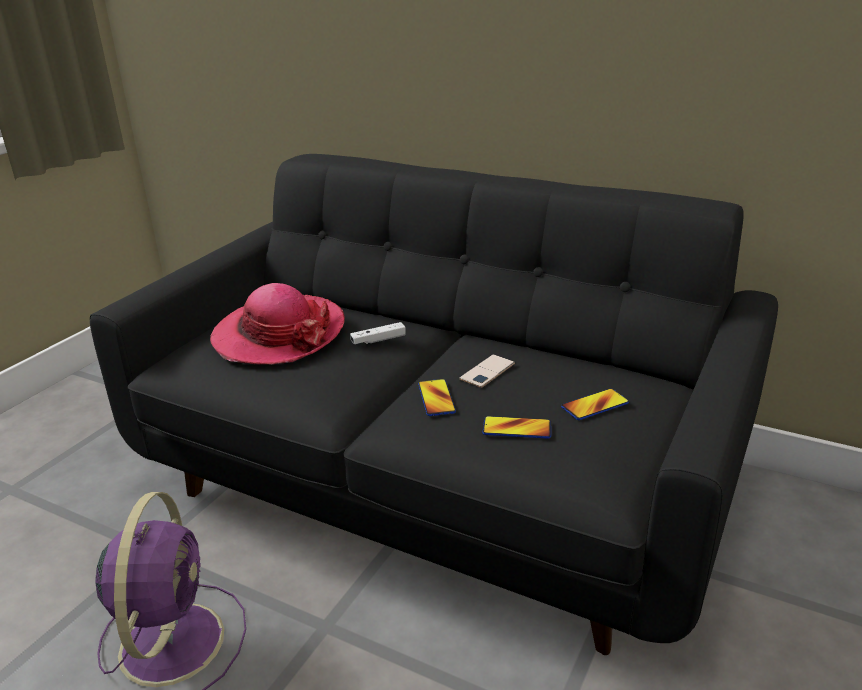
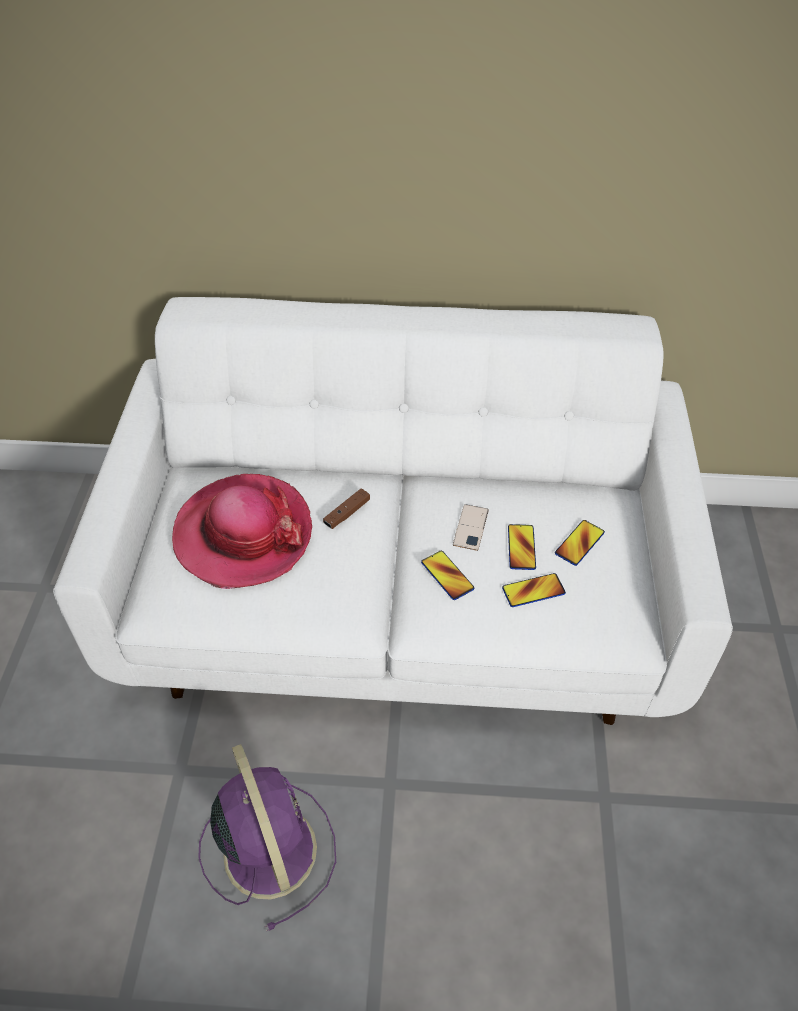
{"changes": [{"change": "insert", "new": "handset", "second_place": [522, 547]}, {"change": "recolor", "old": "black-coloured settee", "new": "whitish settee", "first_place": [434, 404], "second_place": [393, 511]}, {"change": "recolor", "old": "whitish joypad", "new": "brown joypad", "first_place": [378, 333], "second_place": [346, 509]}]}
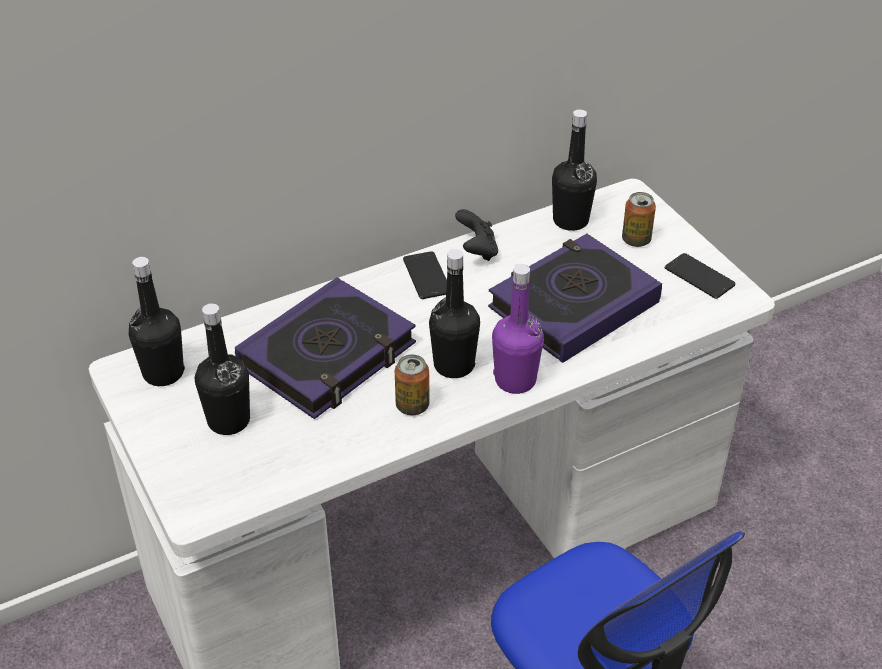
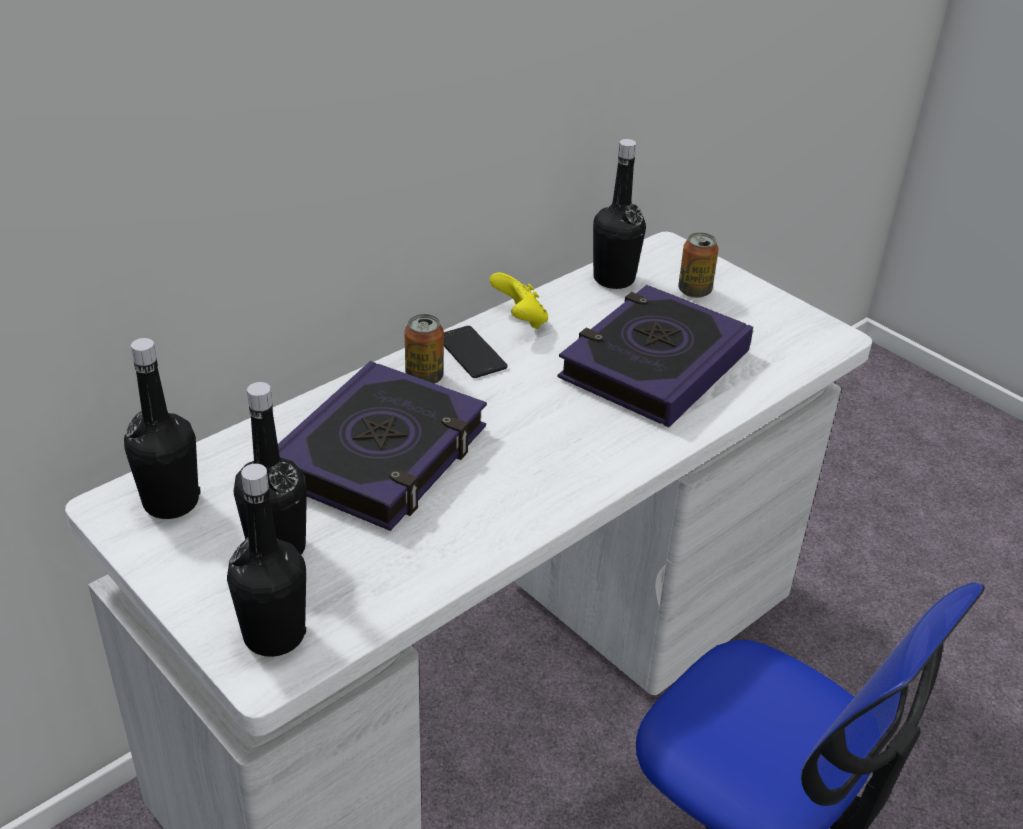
{"changes": [{"change": "delete", "old": "purple-coloured bottle", "first_place": [518, 329]}, {"change": "delete", "old": "handset", "first_place": [700, 276]}, {"change": "move", "old": "metal can", "first_place": [412, 384], "second_place": [424, 349]}, {"change": "move", "old": "black-coloured bottle", "first_place": [454, 313], "second_place": [266, 560]}, {"change": "recolor", "old": "black-coloured joypad", "new": "yellow-coloured joypad", "first_place": [476, 235], "second_place": [518, 301]}]}
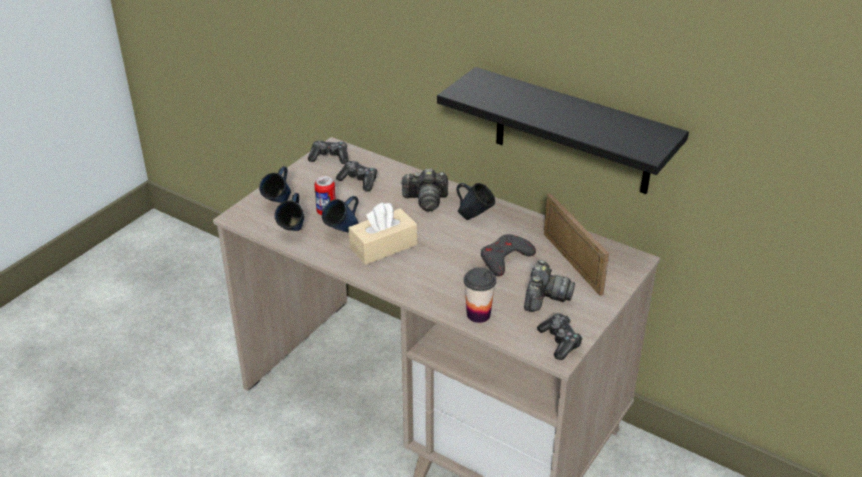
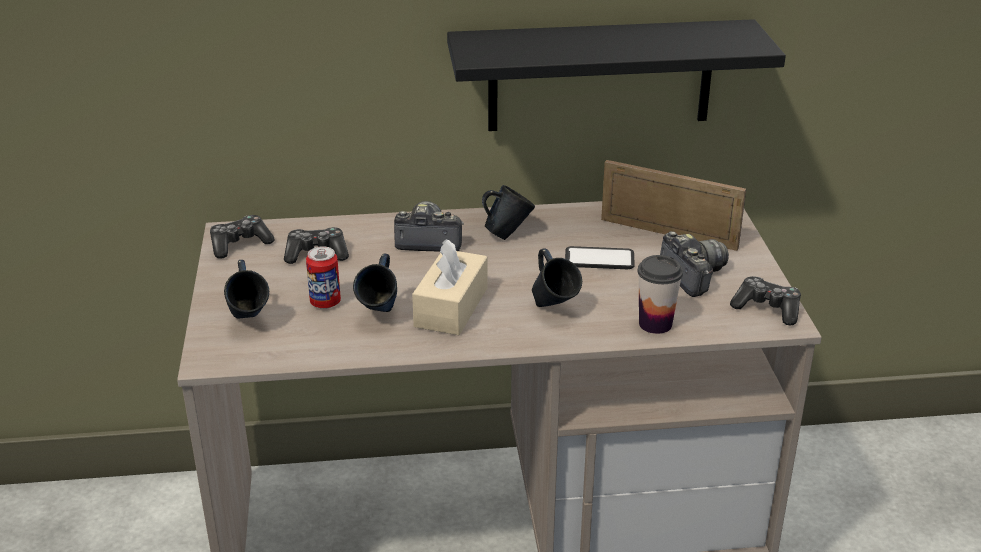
{"changes": [{"change": "move", "old": "bluish tea mug", "first_place": [289, 212], "second_place": [557, 278]}, {"change": "replace", "old": "grey joypad", "new": "handset", "first_place": [508, 255], "second_place": [600, 257]}, {"change": "rotate", "old": "photo camera", "first_place": [424, 190], "second_place": [429, 226], "degrees": -135}]}
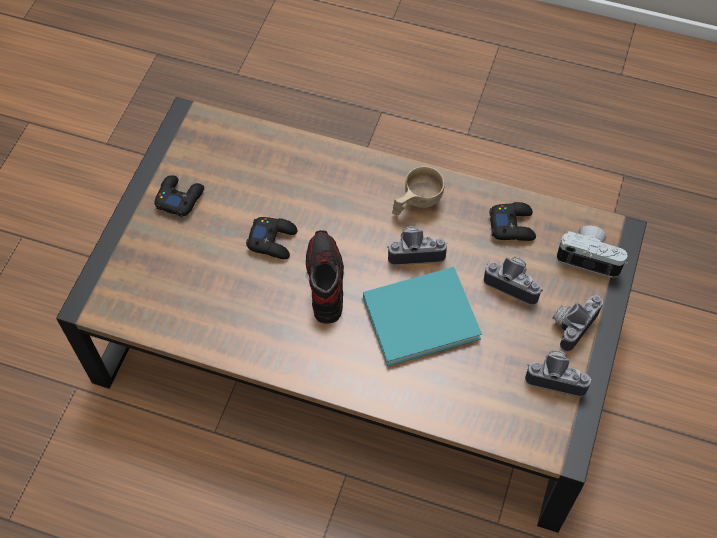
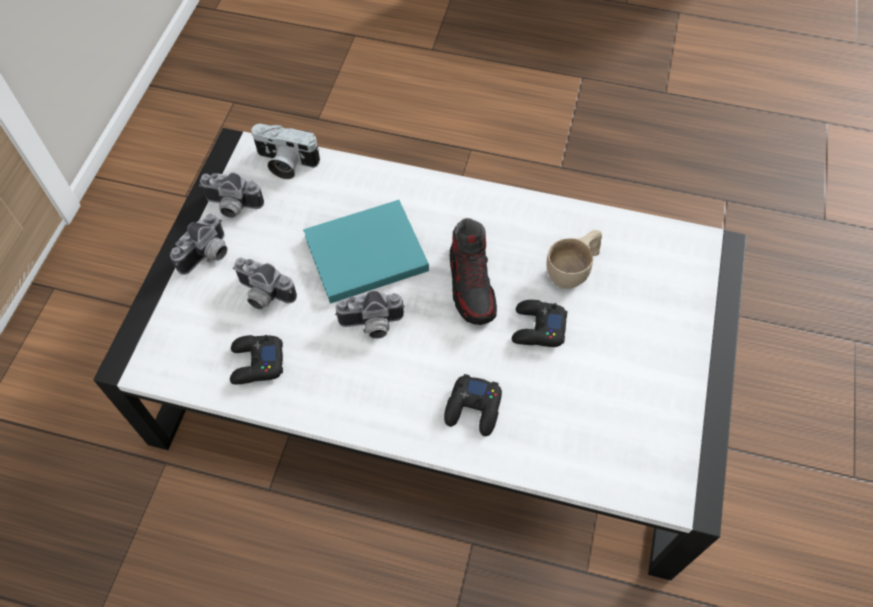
{"changes": [{"change": "move", "old": "black-coloured joypad", "first_place": [179, 196], "second_place": [473, 405]}, {"change": "move", "old": "beige-coloured cup", "first_place": [418, 190], "second_place": [574, 259]}, {"change": "move", "old": "photo camera", "first_place": [592, 251], "second_place": [285, 151]}, {"change": "recolor", "old": "brown coffee table", "new": "whitish coffee table", "first_place": [351, 315], "second_place": [419, 354]}]}
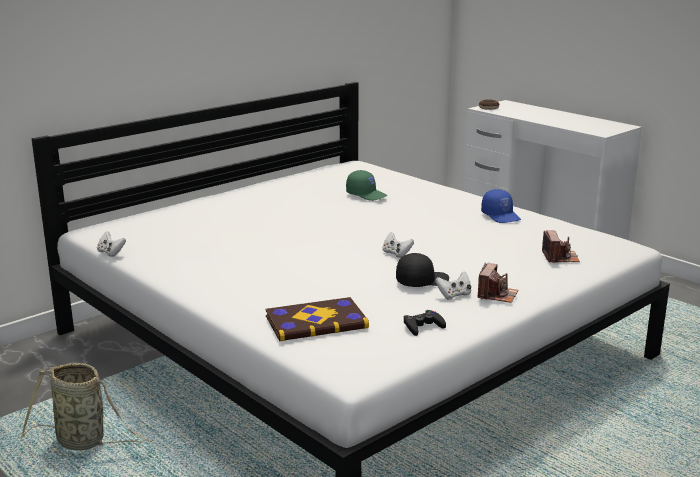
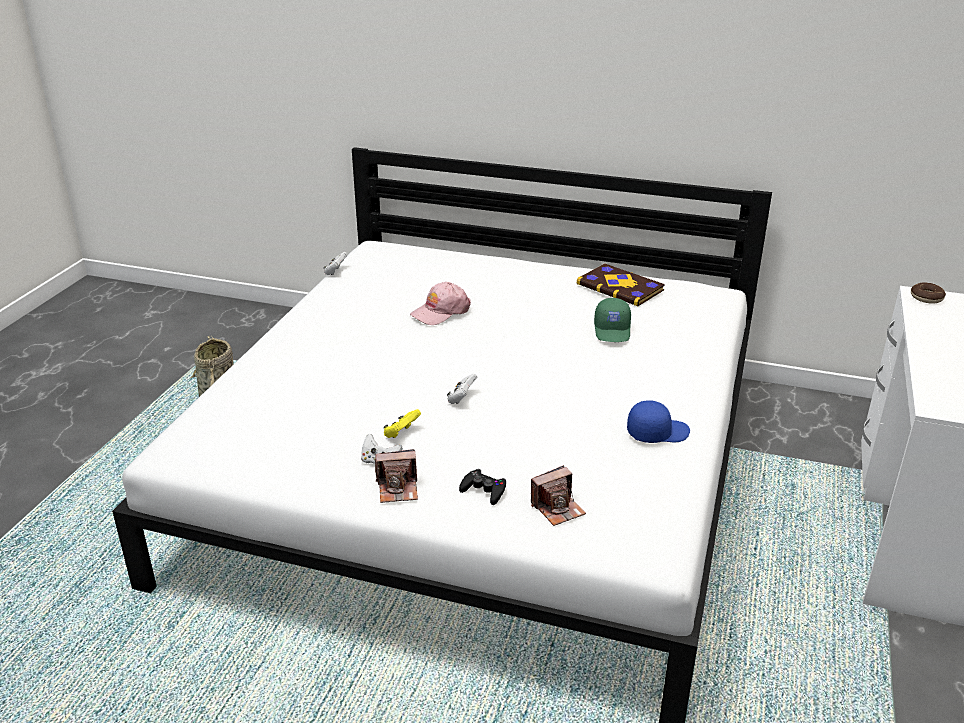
{"changes": [{"change": "insert", "new": "pinkish cap", "second_place": [440, 303]}, {"change": "move", "old": "bound book", "first_place": [317, 319], "second_place": [621, 284]}, {"change": "move", "old": "black-coloured joypad", "first_place": [425, 323], "second_place": [482, 487]}, {"change": "replace", "old": "black-coloured cap", "new": "yellow-coloured joypad", "first_place": [422, 270], "second_place": [402, 423]}, {"change": "rotate", "old": "bluish cap", "first_place": [501, 206], "second_place": [658, 421], "degrees": -135}]}
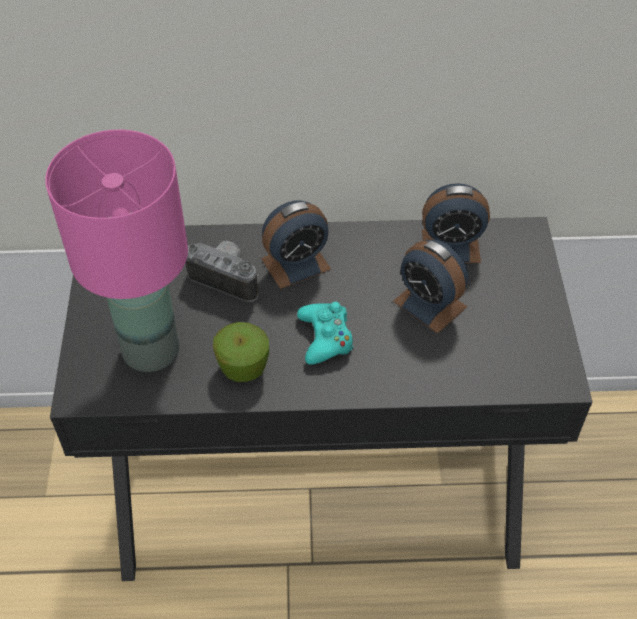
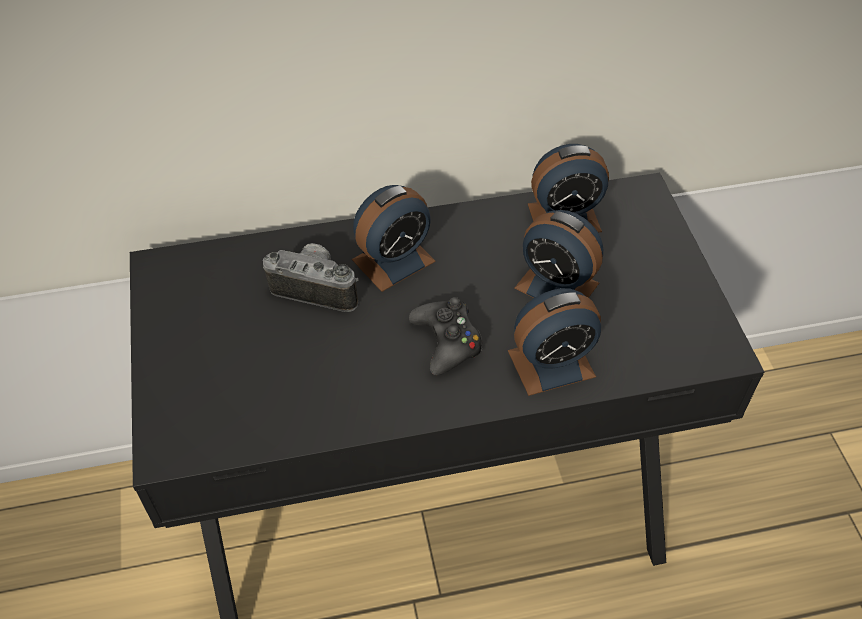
{"changes": [{"change": "delete", "old": "pinkish table lamp", "first_place": [116, 251]}, {"change": "delete", "old": "apple", "first_place": [241, 352]}, {"change": "insert", "new": "alarm clock", "second_place": [554, 342]}, {"change": "recolor", "old": "turquoise-coloured joypad", "new": "black-coloured joypad", "first_place": [325, 333], "second_place": [446, 336]}]}
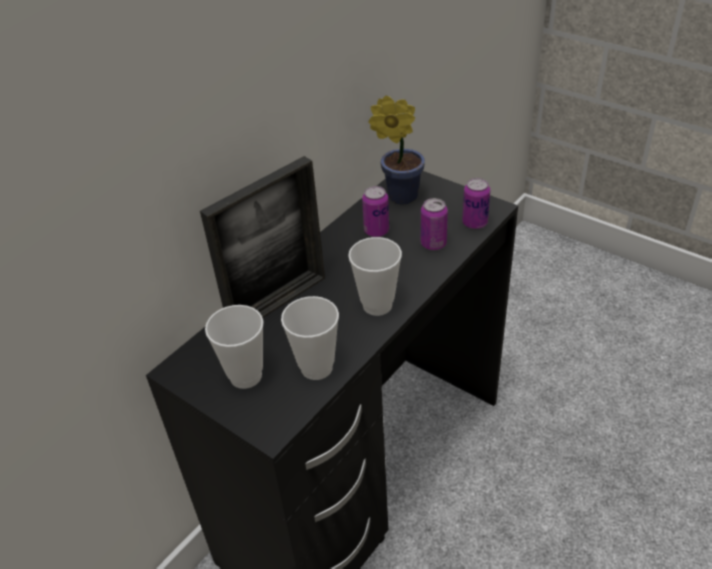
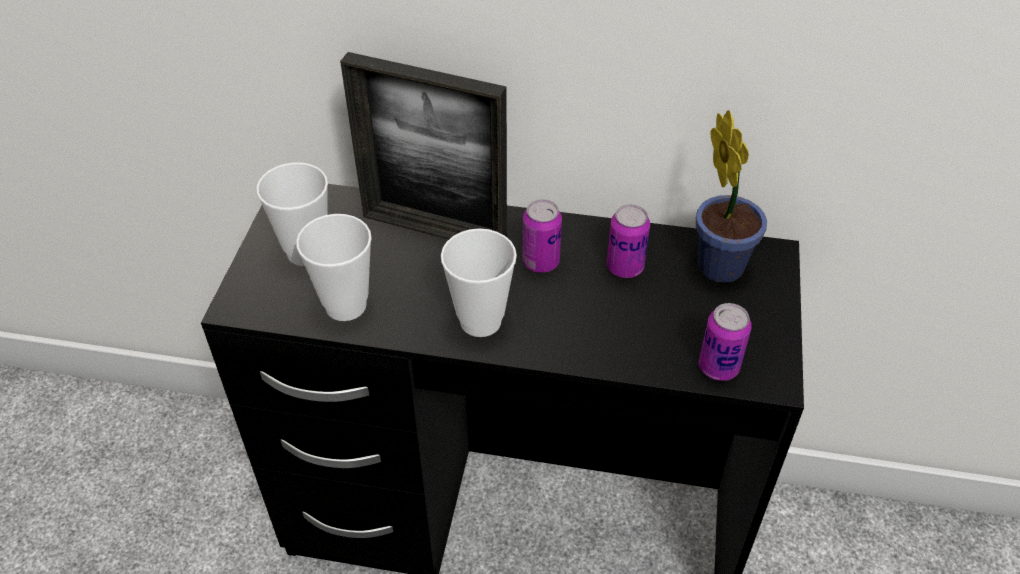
{"changes": [{"change": "move", "old": "metal can", "first_place": [434, 224], "second_place": [542, 236]}]}
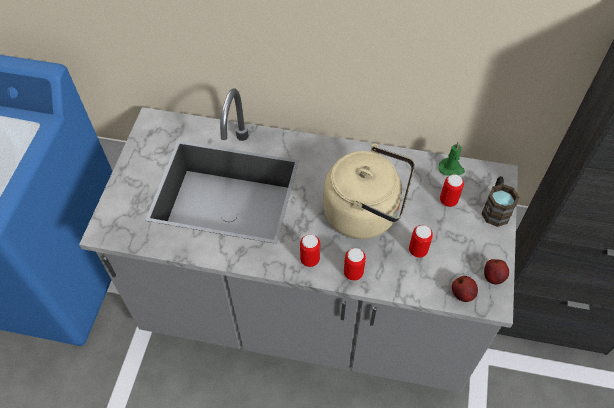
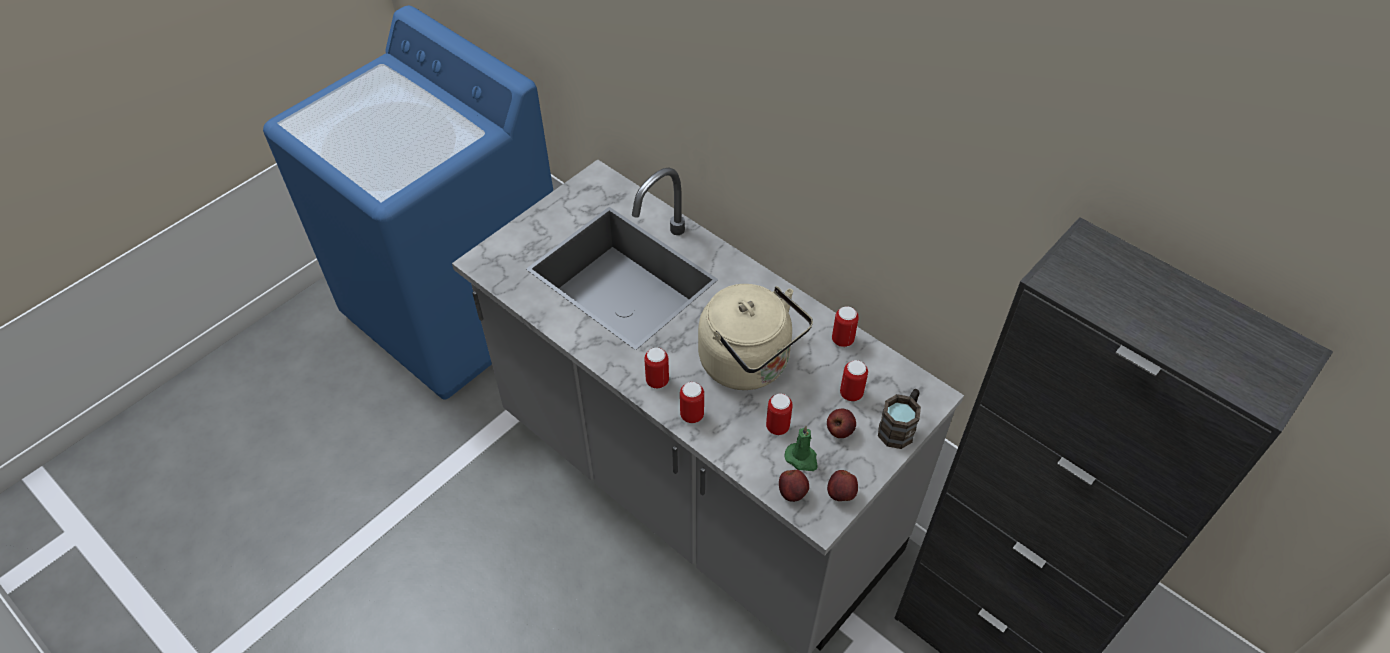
{"changes": [{"change": "insert", "new": "apple", "second_place": [841, 423]}, {"change": "insert", "new": "metal can", "second_place": [845, 326]}, {"change": "move", "old": "green wax candle", "first_place": [451, 159], "second_place": [801, 448]}]}
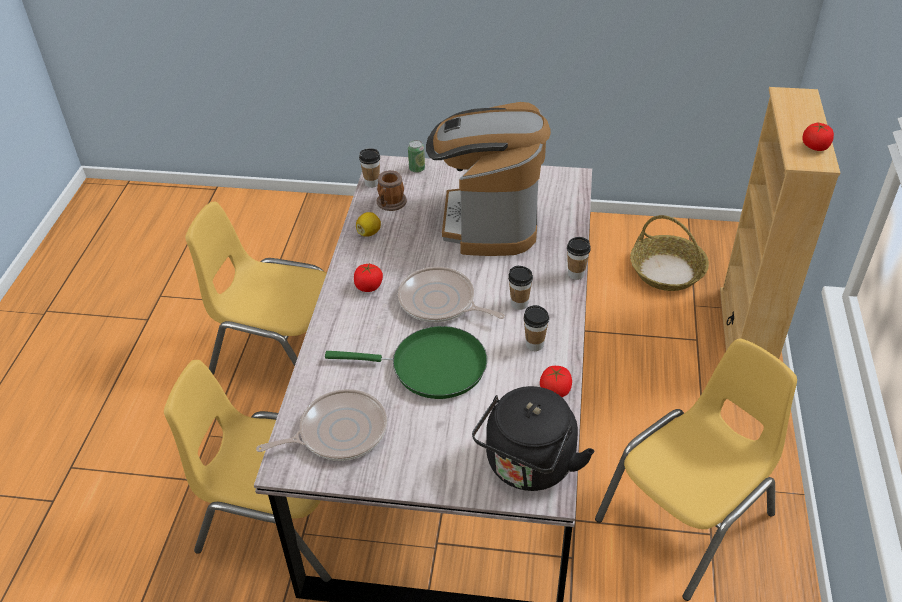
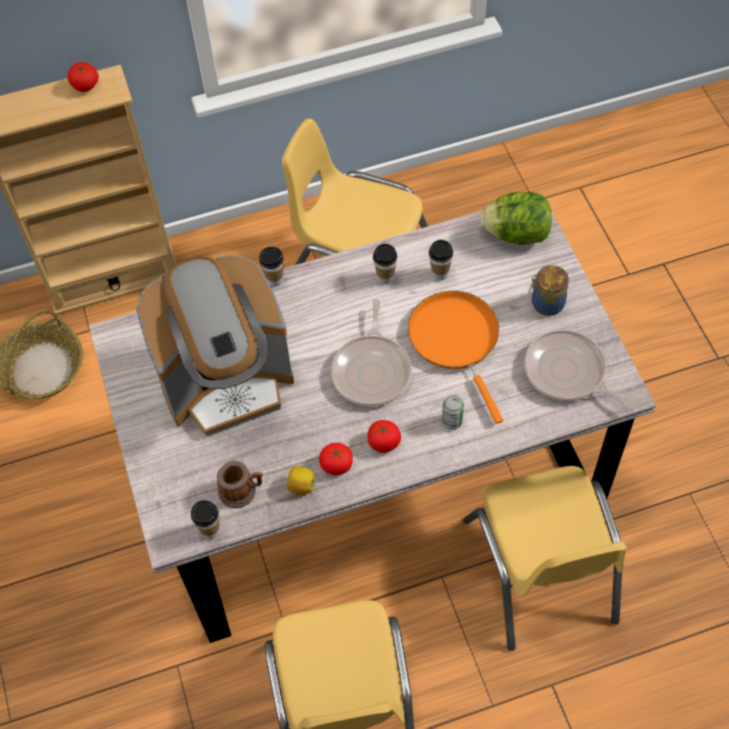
{"changes": [{"change": "insert", "new": "storage jar", "second_place": [549, 290]}, {"change": "move", "old": "metal can", "first_place": [416, 156], "second_place": [453, 412]}, {"change": "move", "old": "cup", "first_place": [520, 288], "second_place": [441, 260]}, {"change": "move", "old": "whole tomato", "first_place": [556, 381], "second_place": [336, 459]}, {"change": "replace", "old": "black-coloured tea kettle", "new": "lettuce", "first_place": [533, 438], "second_place": [516, 218]}, {"change": "recolor", "old": "green pan", "new": "orange-coloured pan", "first_place": [406, 362], "second_place": [455, 357]}]}
